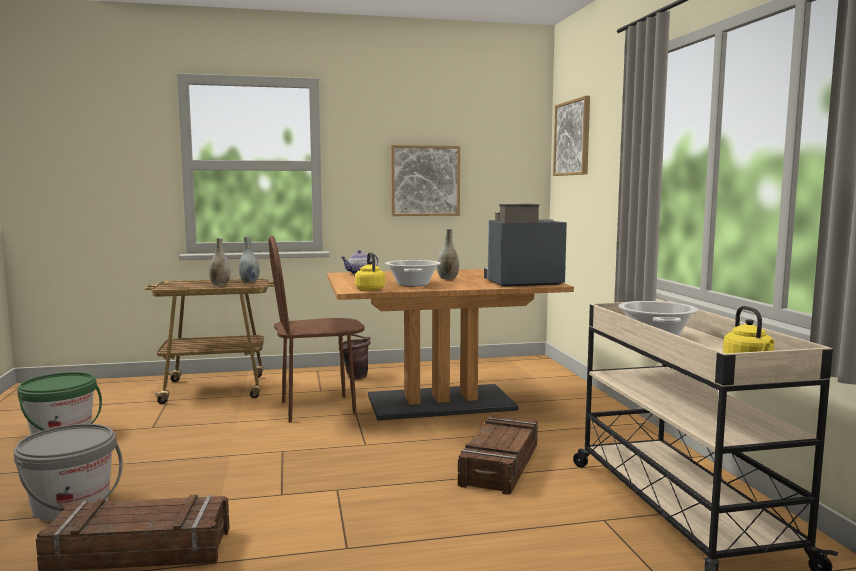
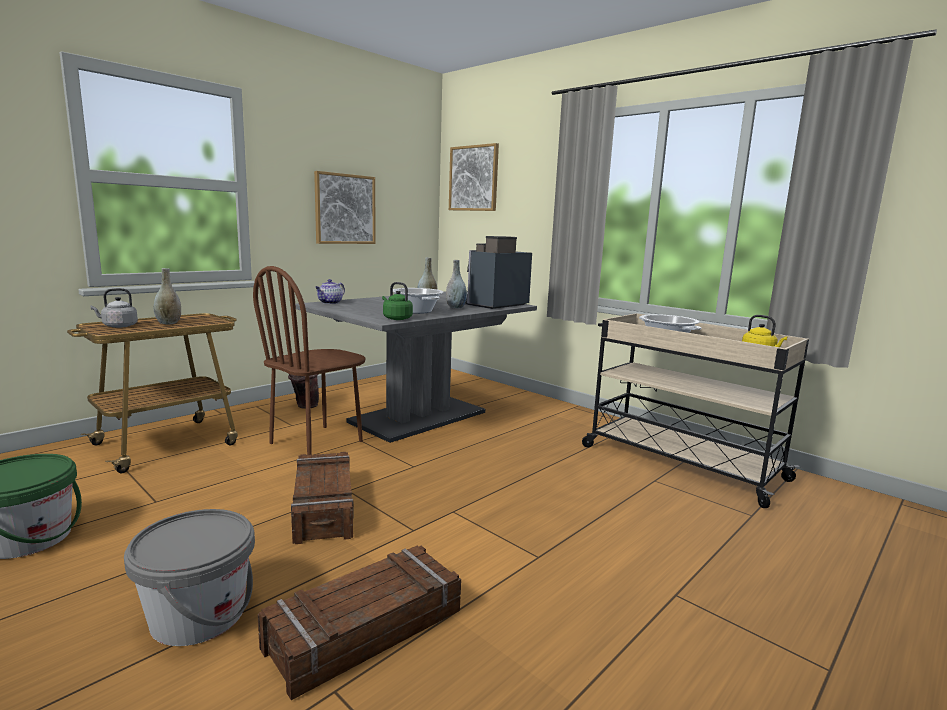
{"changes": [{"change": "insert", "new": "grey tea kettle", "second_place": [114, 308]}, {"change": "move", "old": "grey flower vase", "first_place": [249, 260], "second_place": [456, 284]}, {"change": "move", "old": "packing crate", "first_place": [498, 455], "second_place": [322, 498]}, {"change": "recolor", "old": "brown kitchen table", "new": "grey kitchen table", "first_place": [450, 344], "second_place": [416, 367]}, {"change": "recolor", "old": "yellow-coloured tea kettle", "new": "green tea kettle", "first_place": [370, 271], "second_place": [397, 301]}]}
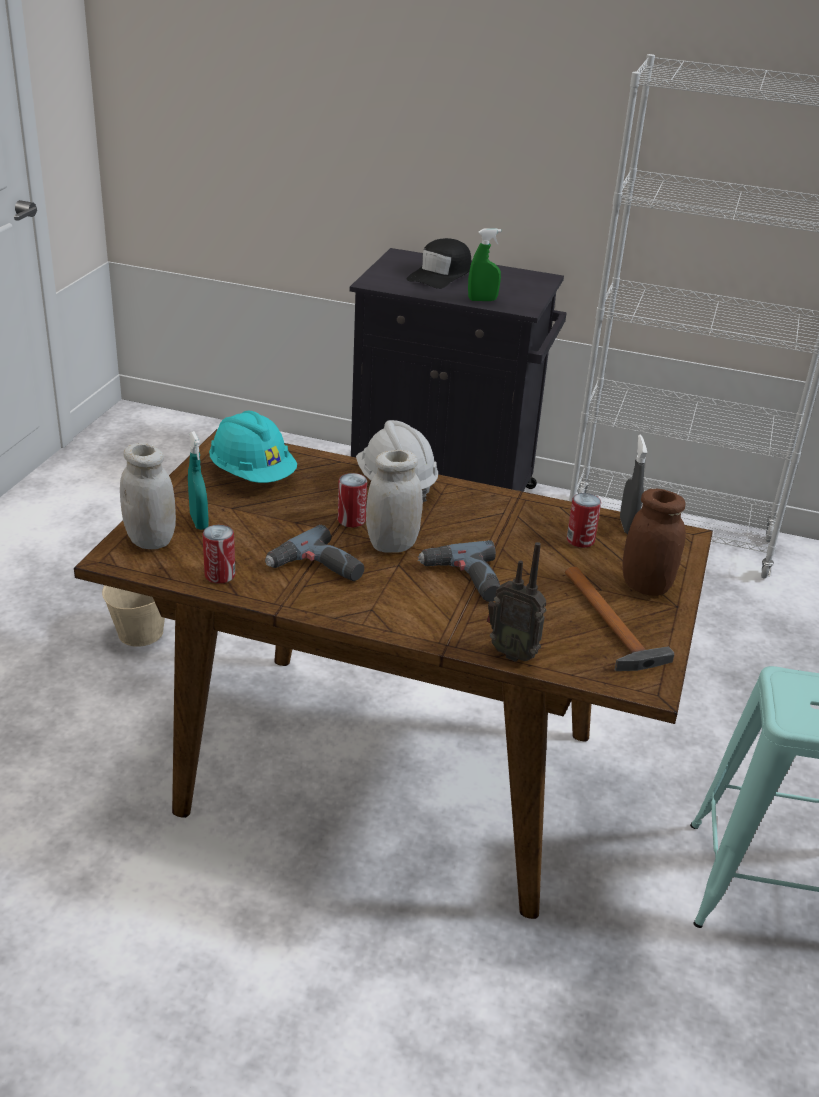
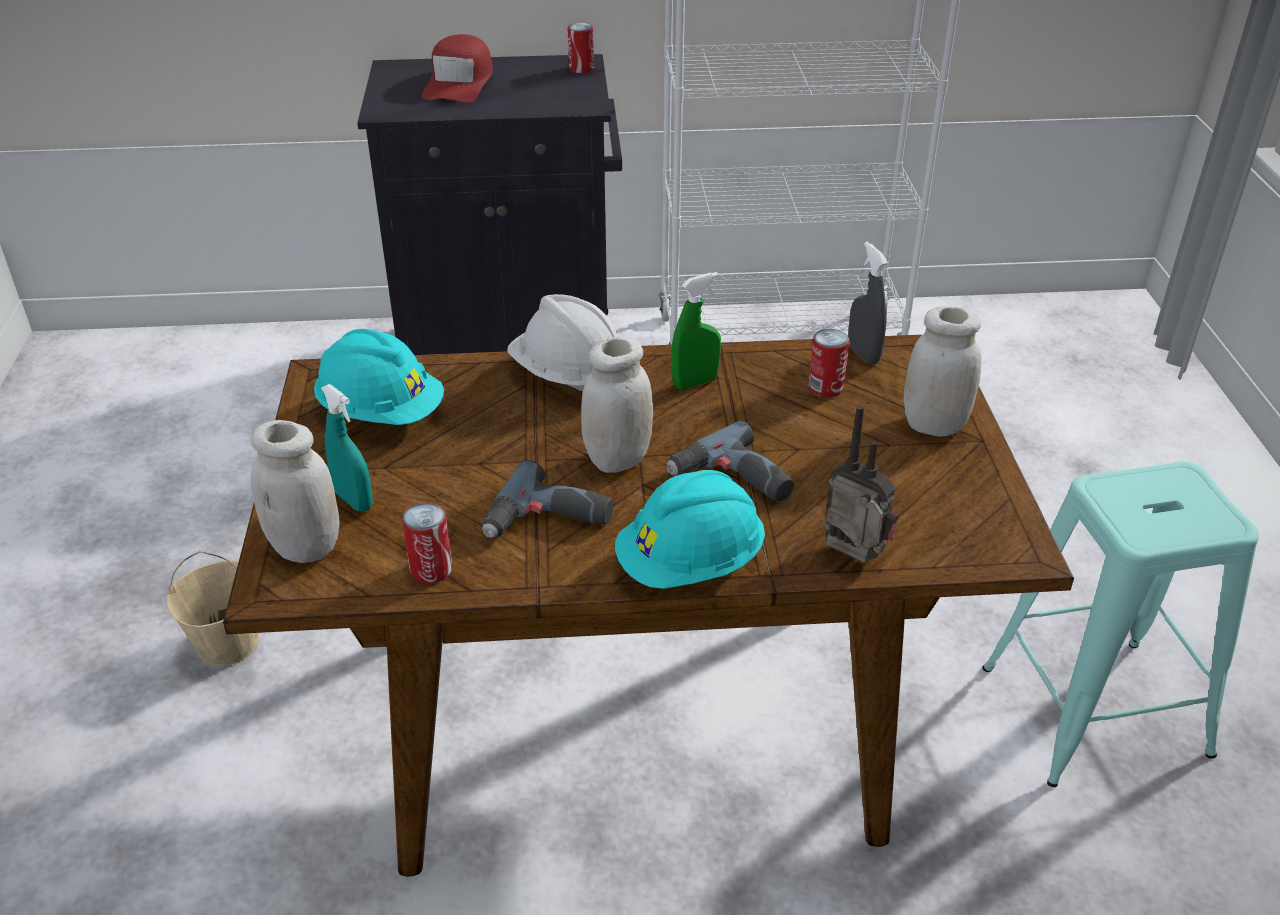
{"changes": [{"change": "delete", "old": "hammer", "first_place": [620, 618]}, {"change": "insert", "new": "turquoise-coloured work helmet", "second_place": [690, 529]}, {"change": "move", "old": "metal can", "first_place": [352, 500], "second_place": [581, 48]}, {"change": "move", "old": "green sprayer", "first_place": [484, 265], "second_place": [696, 330]}, {"change": "recolor", "old": "black-coloured cap", "new": "red-coloured cap", "first_place": [438, 263], "second_place": [457, 68]}, {"change": "recolor", "old": "brown storage jar", "new": "whitish storage jar", "first_place": [654, 542], "second_place": [943, 371]}, {"change": "rotate", "old": "radio receiver", "first_place": [517, 602], "second_place": [861, 484], "degrees": -150}]}
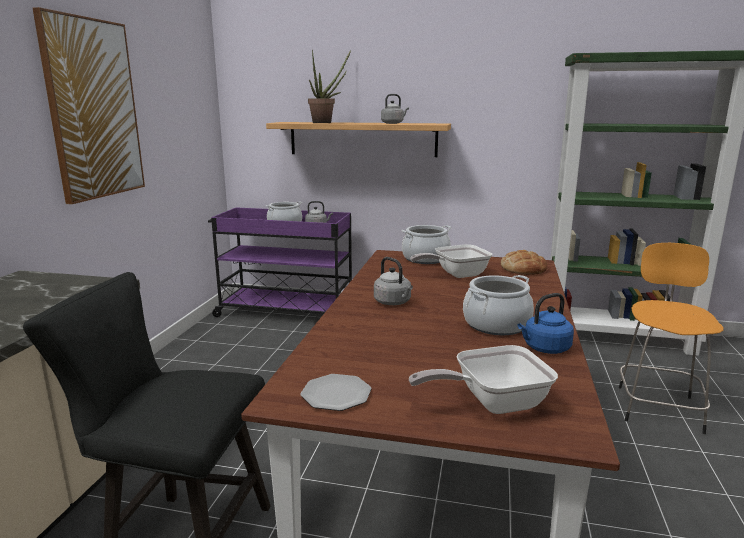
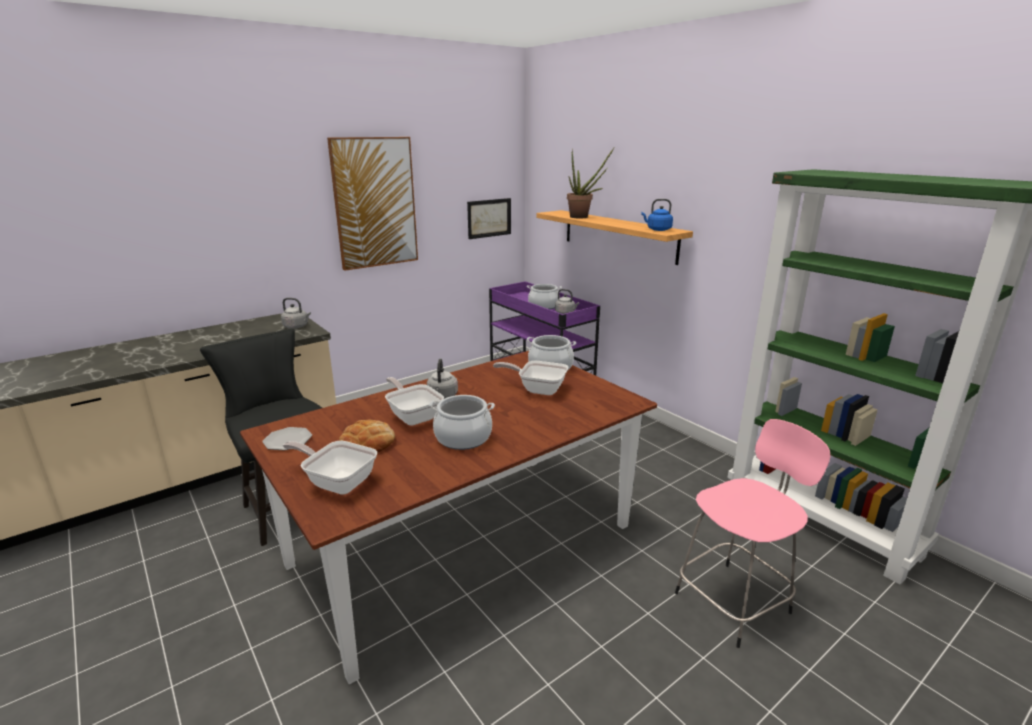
{"changes": [{"change": "insert", "new": "pan", "second_place": [414, 401]}, {"change": "insert", "new": "picture", "second_place": [489, 218]}, {"change": "move", "old": "grey tea kettle", "first_place": [395, 109], "second_place": [296, 313]}, {"change": "move", "old": "bread", "first_place": [524, 262], "second_place": [367, 436]}, {"change": "move", "old": "bluish tea kettle", "first_place": [545, 323], "second_place": [657, 215]}, {"change": "recolor", "old": "orange-coloured sitting stool", "new": "pinkish sitting stool", "first_place": [671, 338], "second_place": [753, 533]}]}
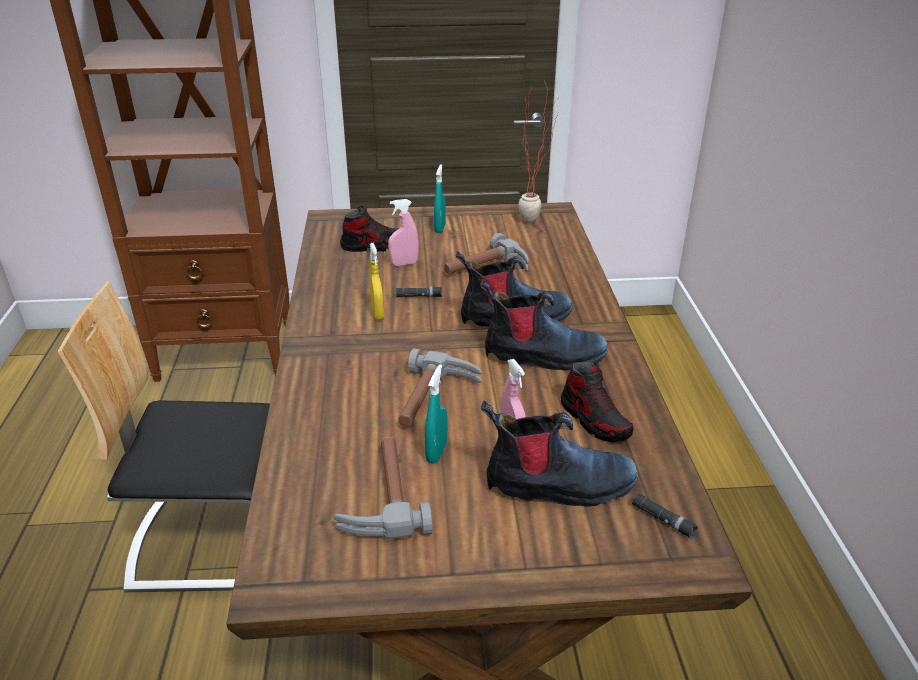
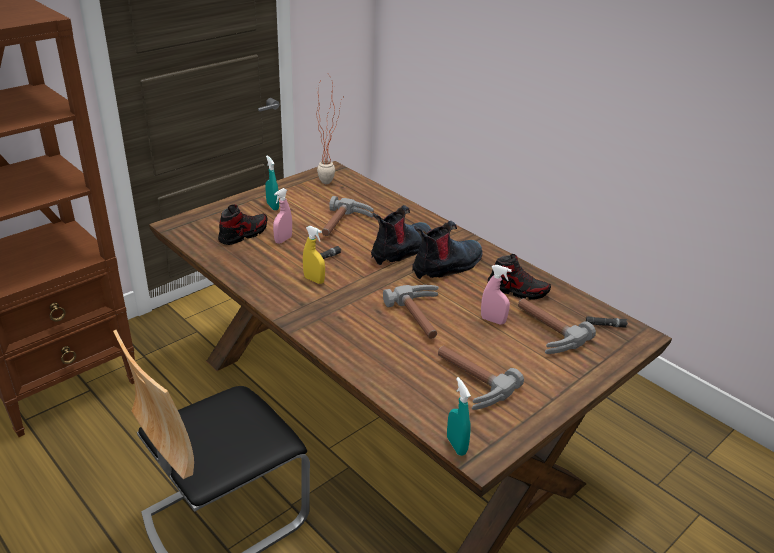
{"changes": [{"change": "move", "old": "turquoise-coloured sprayer", "first_place": [436, 414], "second_place": [459, 416]}, {"change": "replace", "old": "high-top boot", "new": "hammer", "first_place": [559, 453], "second_place": [557, 326]}]}
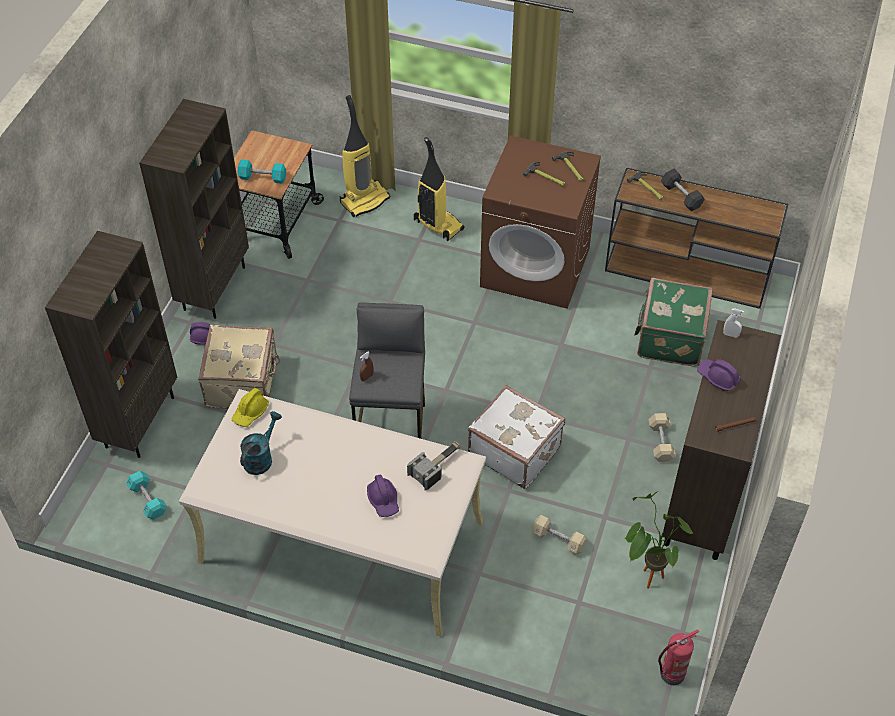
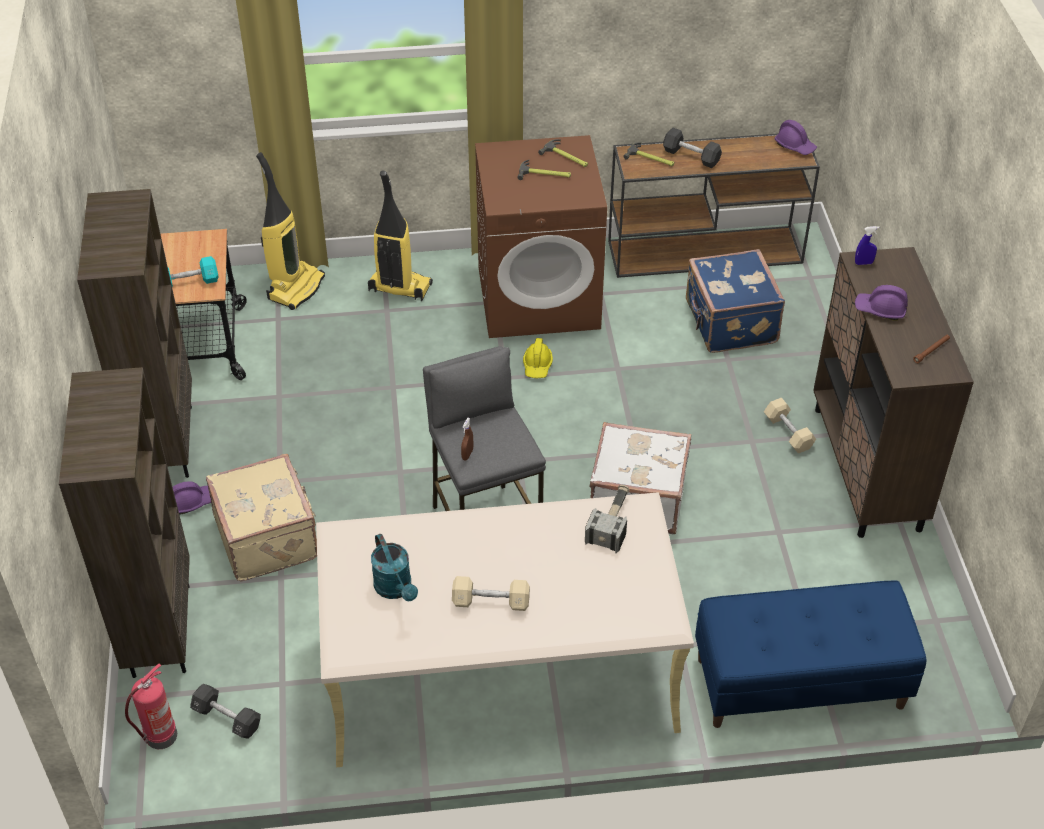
{"changes": [{"change": "delete", "old": "houseplant", "first_place": [659, 540]}, {"change": "insert", "new": "bluish bench", "second_place": [810, 654]}, {"change": "move", "old": "yellow-coloured work helmet", "first_place": [250, 407], "second_place": [538, 358]}, {"change": "move", "old": "purple-coloured work helmet", "first_place": [383, 495], "second_place": [796, 137]}, {"change": "move", "old": "beige-coloured hand weight", "first_place": [559, 534], "second_place": [491, 593]}, {"change": "move", "old": "extinguisher", "first_place": [678, 657], "second_place": [151, 706]}, {"change": "recolor", "old": "turquoise-coloured hand weight", "new": "black-coloured hand weight", "first_place": [146, 495], "second_place": [225, 711]}, {"change": "recolor", "old": "green piece of luggage", "new": "bluish piece of luggage", "first_place": [673, 322], "second_place": [735, 301]}, {"change": "recolor", "old": "whitish sprayer", "new": "bluish sprayer", "first_place": [733, 323], "second_place": [867, 245]}, {"change": "rotate", "old": "turquoise-coloured watering can", "first_place": [261, 443], "second_place": [394, 567], "degrees": 150}]}
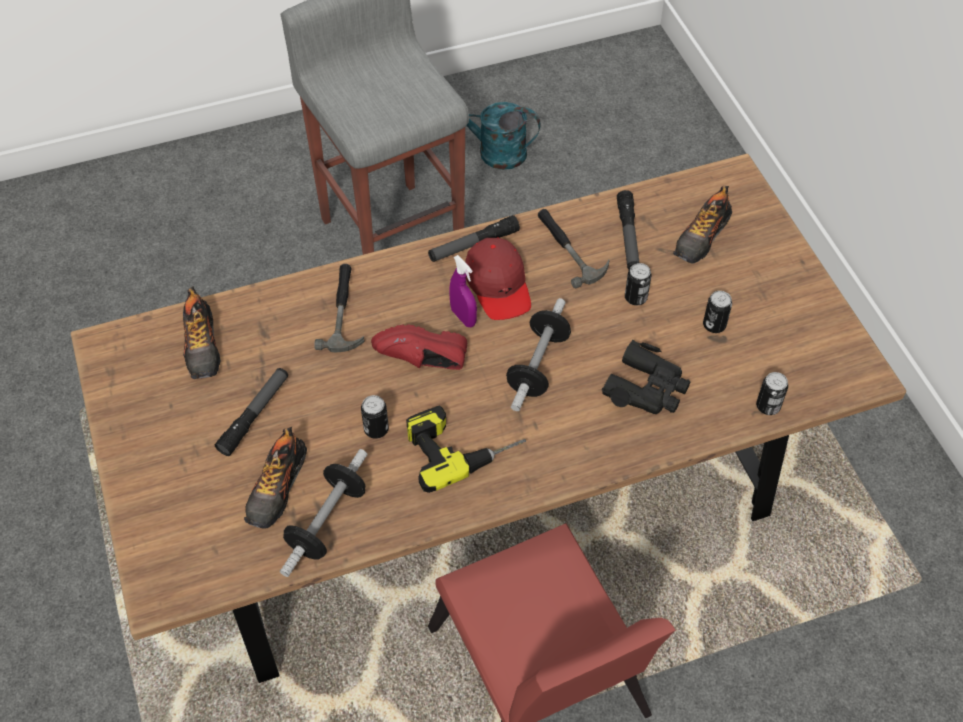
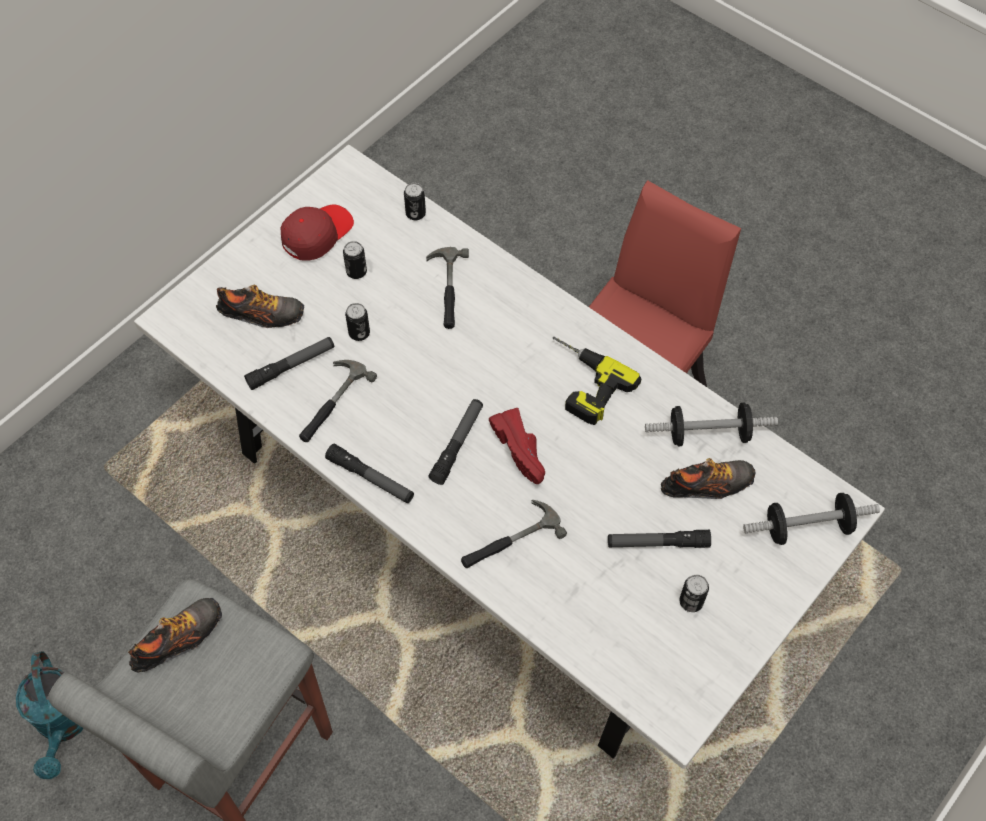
{"changes": [{"change": "move", "old": "shoe", "first_place": [202, 332], "second_place": [175, 635]}, {"change": "move", "old": "metal can", "first_place": [375, 417], "second_place": [694, 593]}, {"change": "move", "old": "red-coloured cap", "first_place": [498, 278], "second_place": [317, 233]}, {"change": "move", "old": "hand weight", "first_place": [538, 354], "second_place": [811, 519]}, {"change": "replace", "old": "purple-coloured sprayer", "new": "flashlight", "first_place": [463, 291], "second_place": [455, 442]}, {"change": "replace", "old": "black-coloured pair of binoculars", "new": "hammer", "first_place": [646, 377], "second_place": [447, 288]}, {"change": "recolor", "old": "brown kitchen table", "new": "whitish kitchen table", "first_place": [488, 418], "second_place": [509, 457]}]}
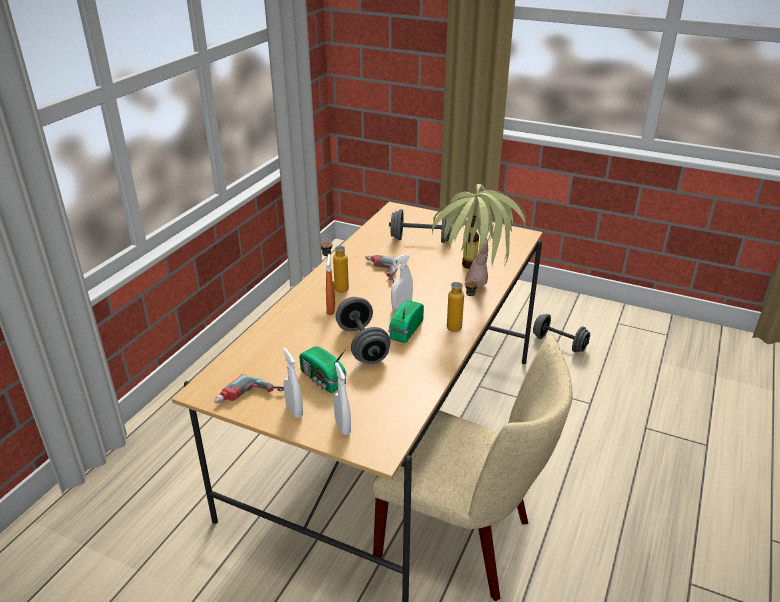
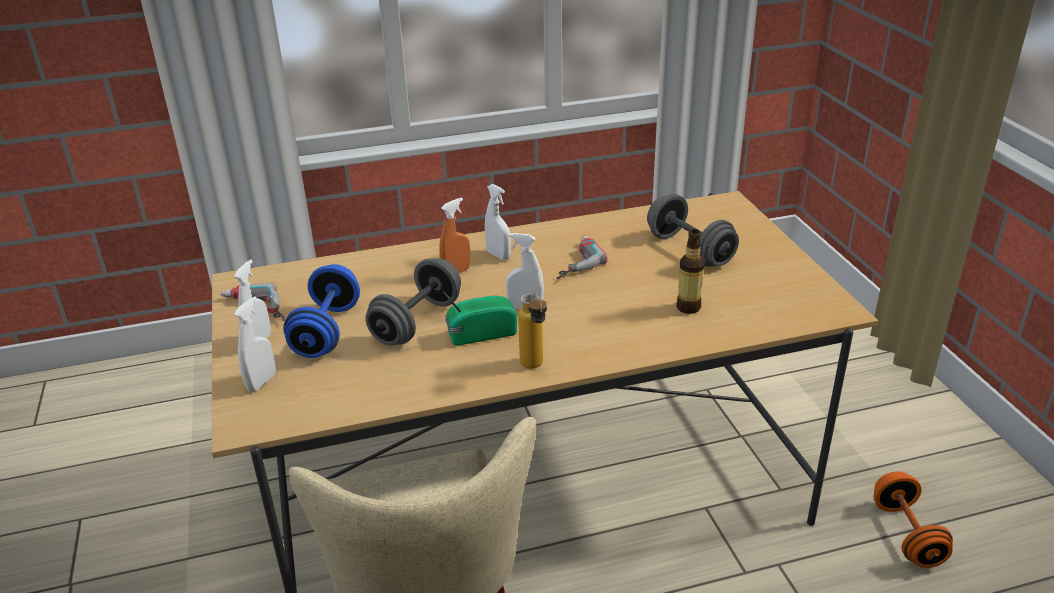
{"changes": [{"change": "delete", "old": "houseplant", "first_place": [479, 235]}, {"change": "replace", "old": "radio receiver", "new": "bluish hand weight", "first_place": [323, 369], "second_place": [321, 311]}, {"change": "replace", "old": "bottle", "new": "whitish sprayer", "first_place": [334, 266], "second_place": [498, 222]}, {"change": "recolor", "old": "grey hand weight", "new": "orange-coloured hand weight", "first_place": [561, 333], "second_place": [913, 519]}]}
